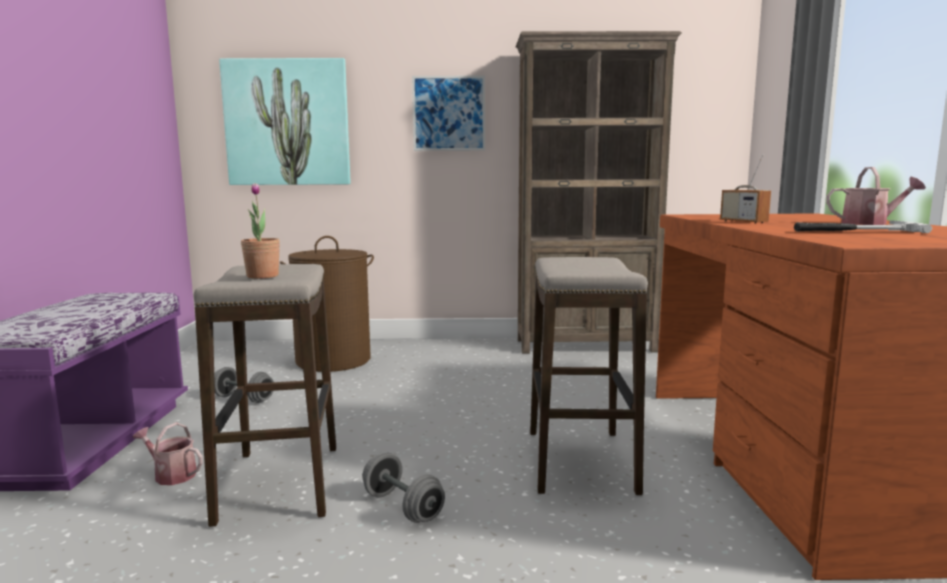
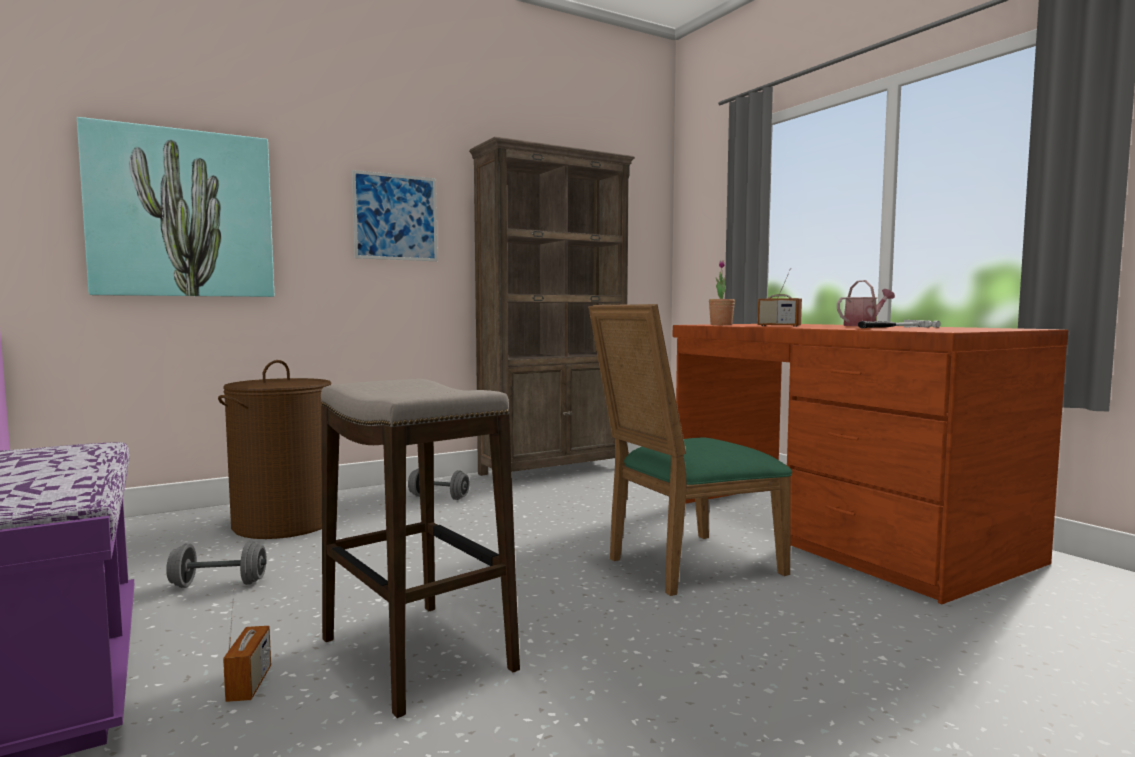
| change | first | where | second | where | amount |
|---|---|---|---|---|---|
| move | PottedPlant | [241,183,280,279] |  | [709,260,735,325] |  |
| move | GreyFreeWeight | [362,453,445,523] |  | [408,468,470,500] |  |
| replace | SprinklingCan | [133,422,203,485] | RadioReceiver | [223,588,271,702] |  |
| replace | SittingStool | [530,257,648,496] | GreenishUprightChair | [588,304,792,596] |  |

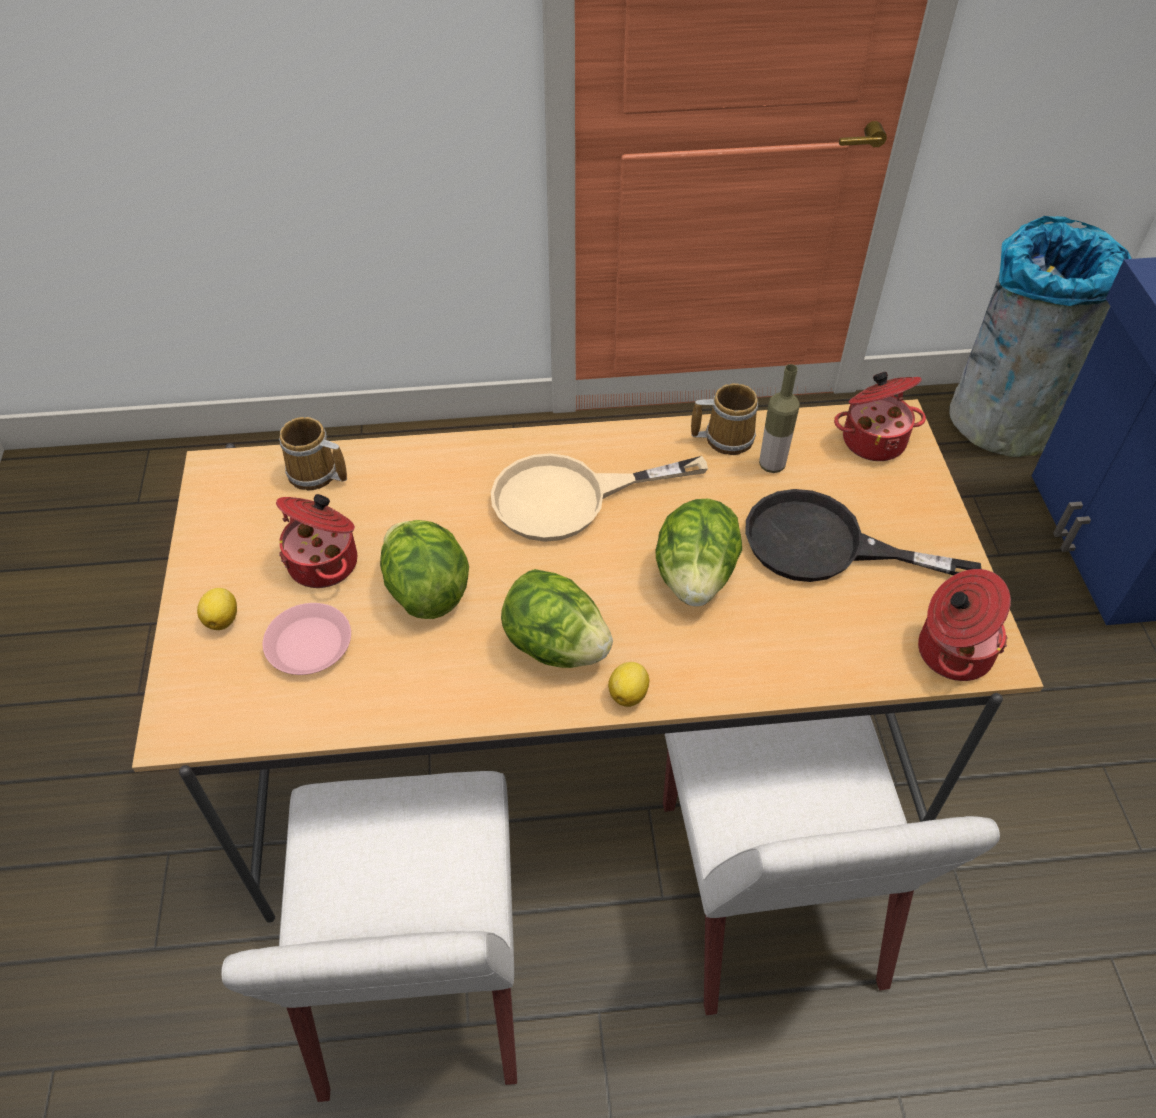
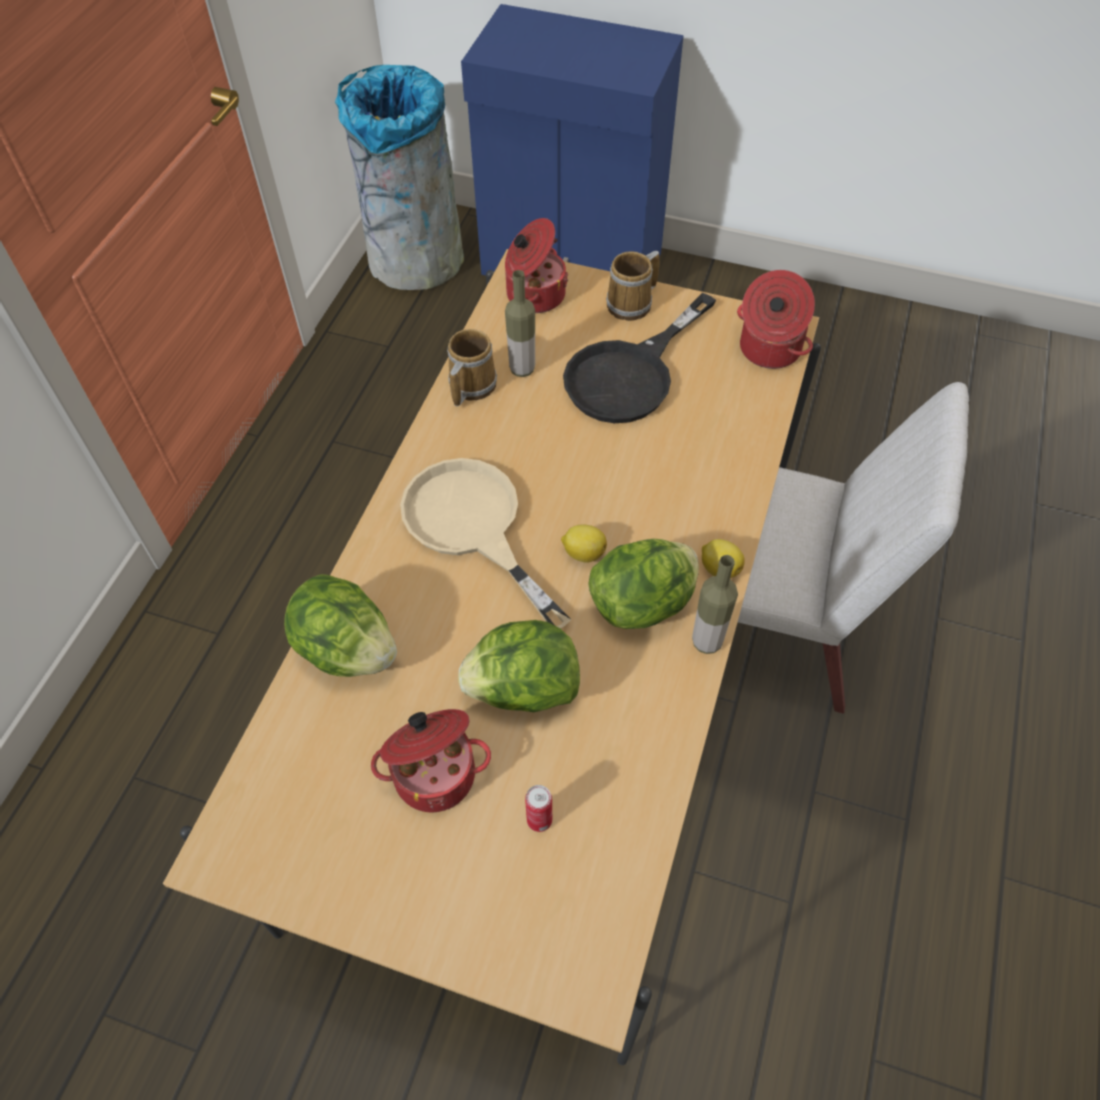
| change | first | where | second | where | amount |
|---|---|---|---|---|---|
| delete | WhiteColouredUprightChair | [221,771,517,1102] |  |  |  |
| insert |  |  | DrinkBottle | [692,555,738,654] |  |
| move | CitrusFruit | [197,588,237,630] |  | [561,525,607,563] |  |
| move | TeaMug | [279,417,347,491] |  | [606,251,660,321] |  |
| move | LettuceHead | [655,499,742,607] |  | [284,574,397,677] |  |
| replace | PinkPlate | [263,603,351,675] | Can | [525,785,552,832] |  |
| rotate | BeigeSkillet | [491,453,708,542] |  | [400,458,572,628] | 135 degrees clockwise |

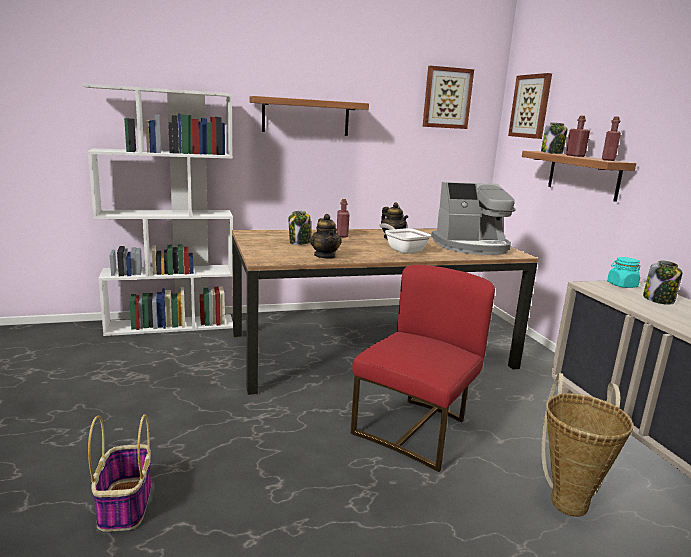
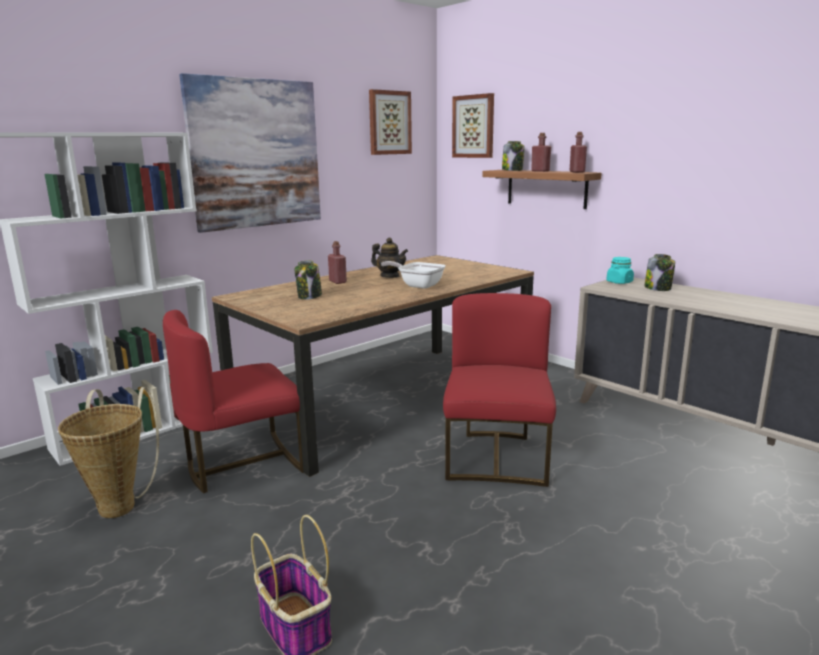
| change | first | where | second | where | amount |
|---|---|---|---|---|---|
| delete | Teapot | [310,214,342,259] |  |  |  |
| delete | CoffeeMaker | [431,182,516,255] |  |  |  |
| insert |  |  | ReddishUprightChair | [163,310,303,493] |  |
| move | HouseholdBasket | [542,373,634,517] |  | [58,387,159,518] |  |
| replace | Shelf | [250,96,369,136] | WallPicture | [179,73,321,233] |  |

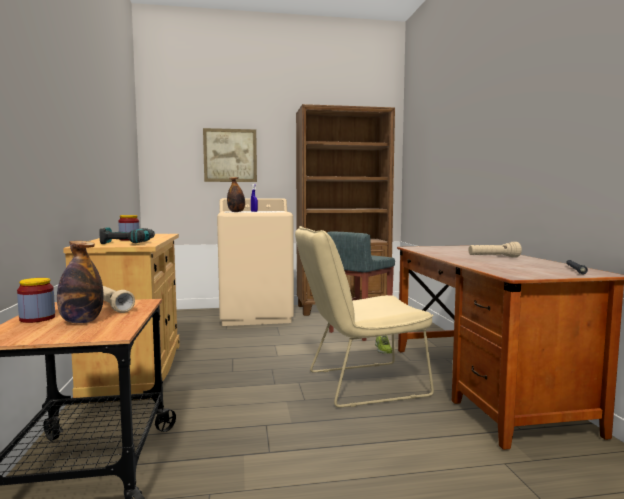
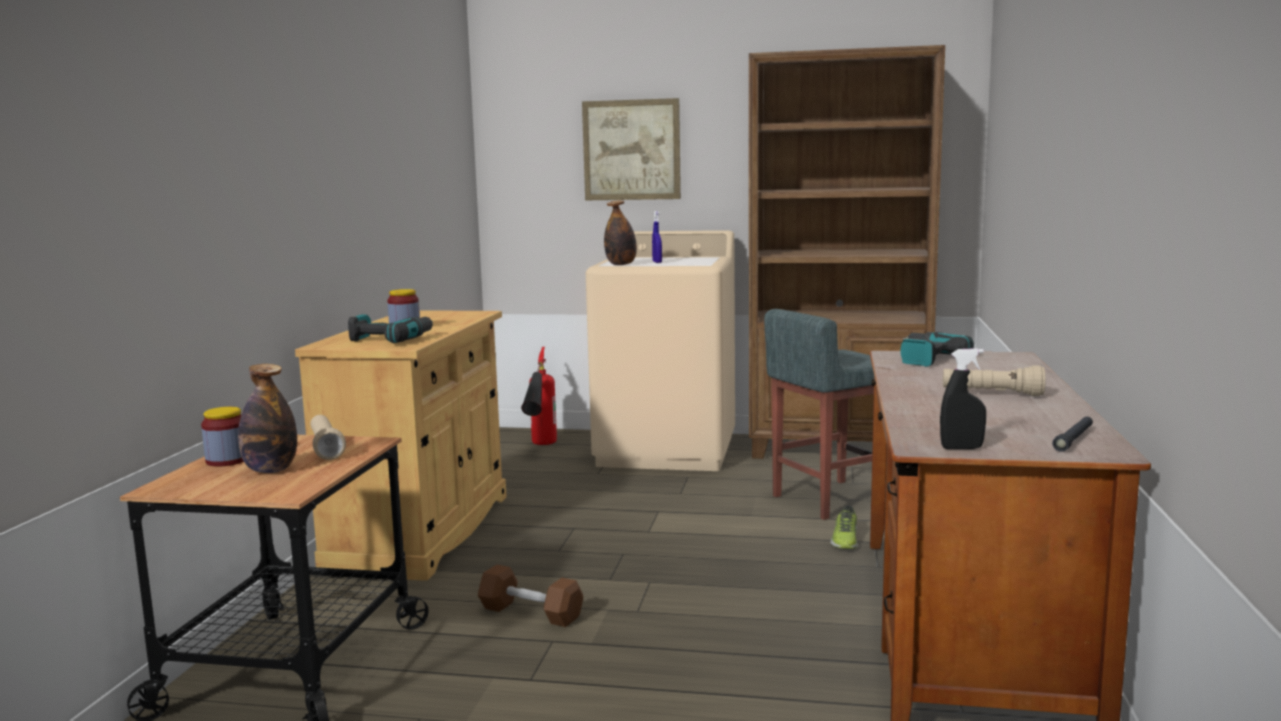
| change | first | where | second | where | amount |
|---|---|---|---|---|---|
| delete | BeigeUprightChair | [295,226,434,408] |  |  |  |
| insert |  |  | BrownishFreeWeight | [478,564,583,627] |  |
| insert |  |  | FireExtinguisher | [521,347,557,445] |  |
| insert |  |  | Drill | [900,332,974,367] |  |
| insert |  |  | BlackishHandSprayer | [940,348,986,449] |  |

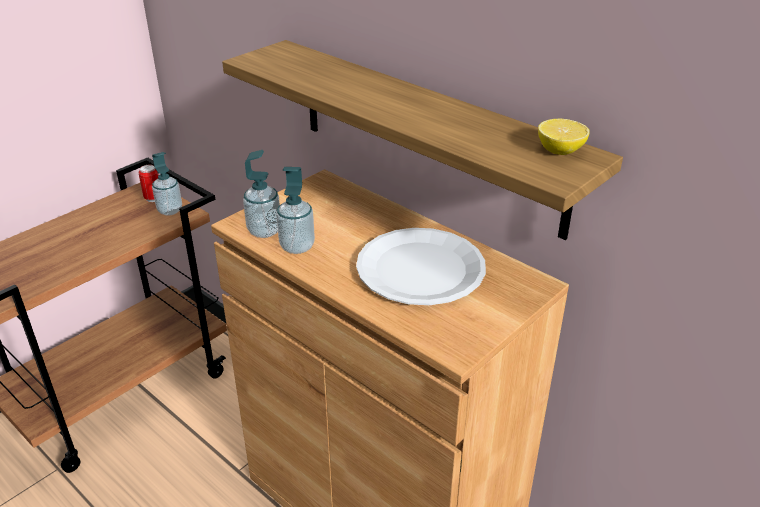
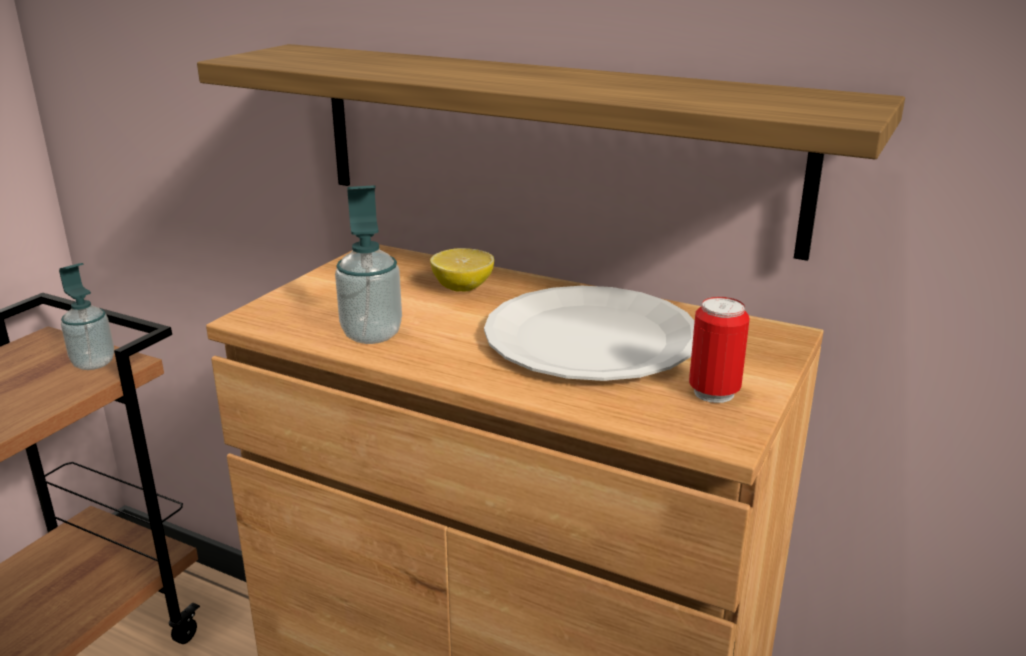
| change | first | where | second | where | amount |
|---|---|---|---|---|---|
| delete | SoapBottle | [243,150,280,238] |  |  |  |
| move | Can | [138,165,158,202] |  | [689,297,750,403] |  |
| move | CitrusFruit | [538,118,590,155] |  | [430,248,494,291] |  |

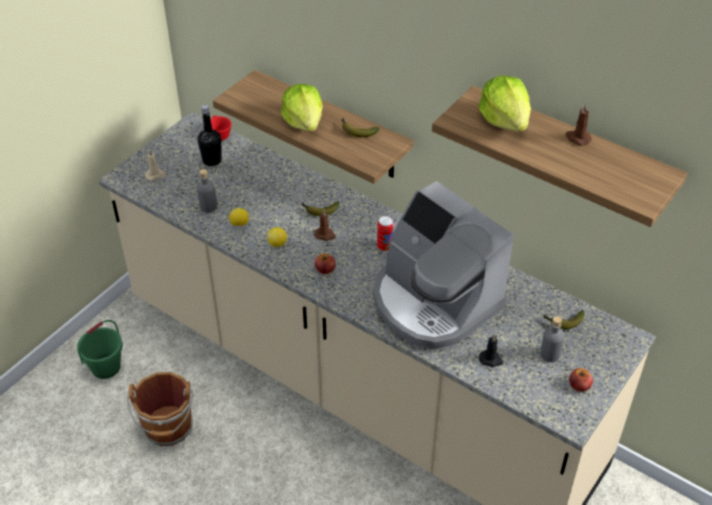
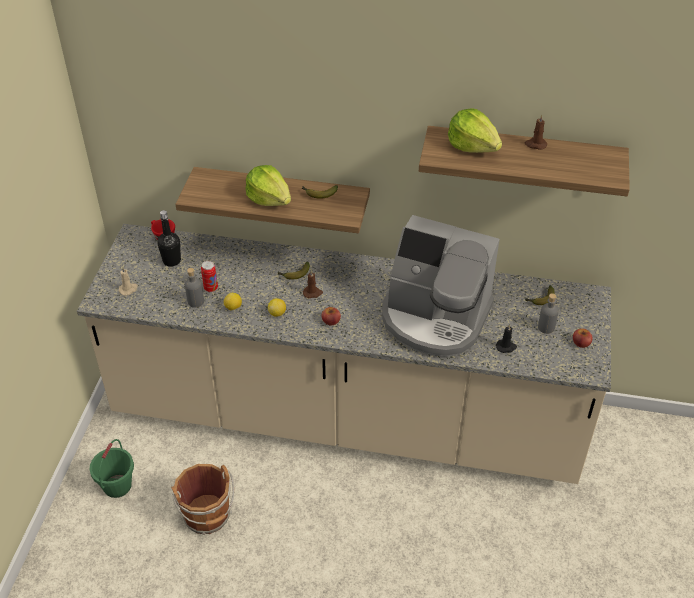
| change | first | where | second | where | amount |
|---|---|---|---|---|---|
| move | Can | [377,216,394,251] |  | [201,261,218,292] |  |

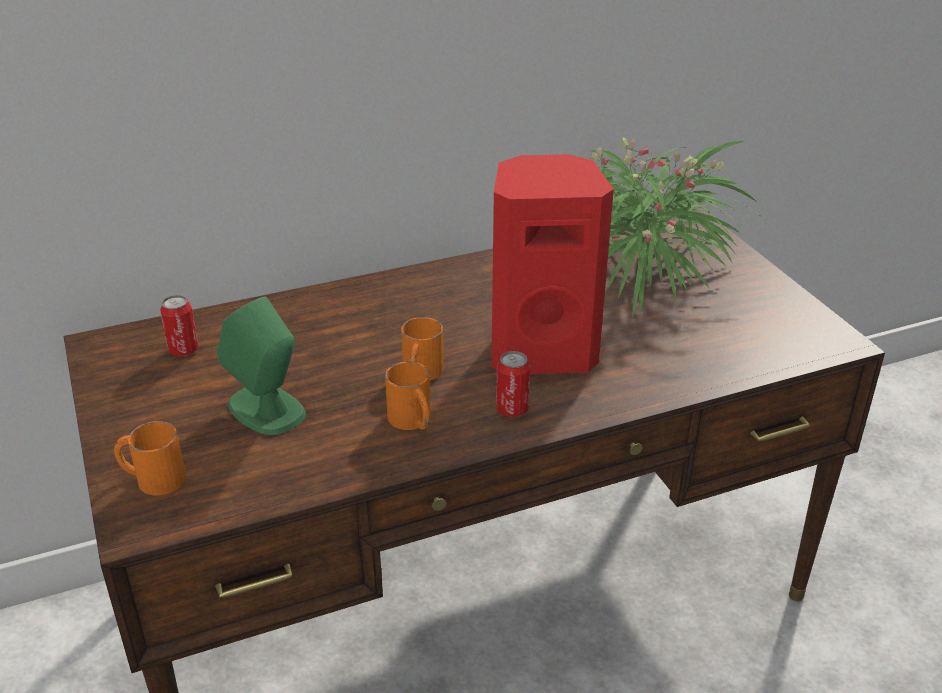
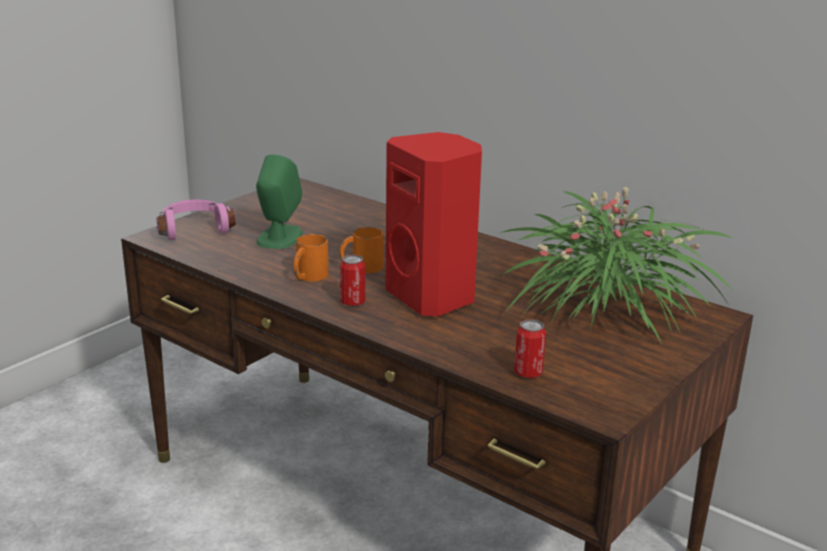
| change | first | where | second | where | amount |
|---|---|---|---|---|---|
| move | Can | [160,295,199,356] |  | [514,319,546,378] |  |
| replace | OrangeTeaMug | [114,421,186,495] | PinkPairOfHeadphones | [156,200,236,240] |  |

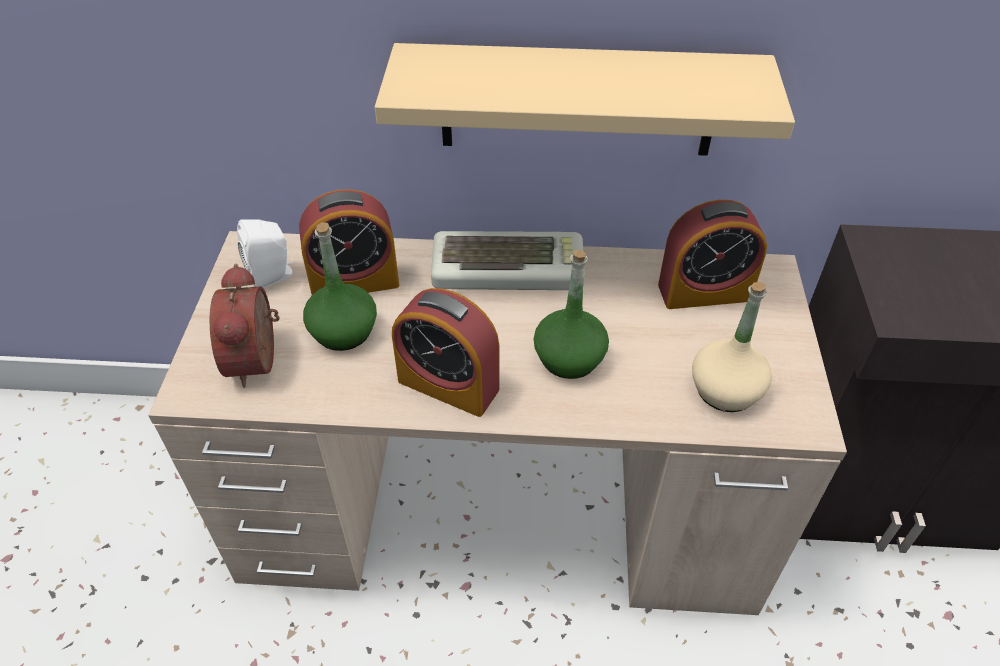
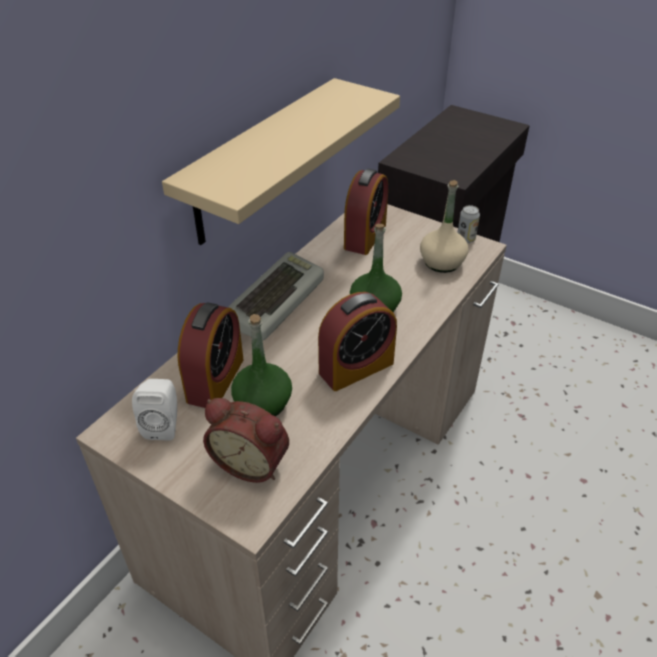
| change | first | where | second | where | amount |
|---|---|---|---|---|---|
| insert |  |  | Can | [457,205,480,243] |  |

